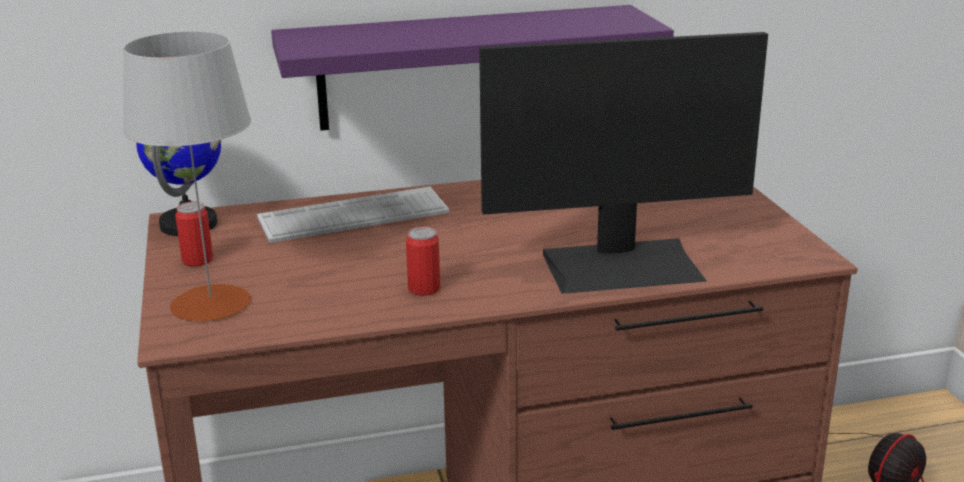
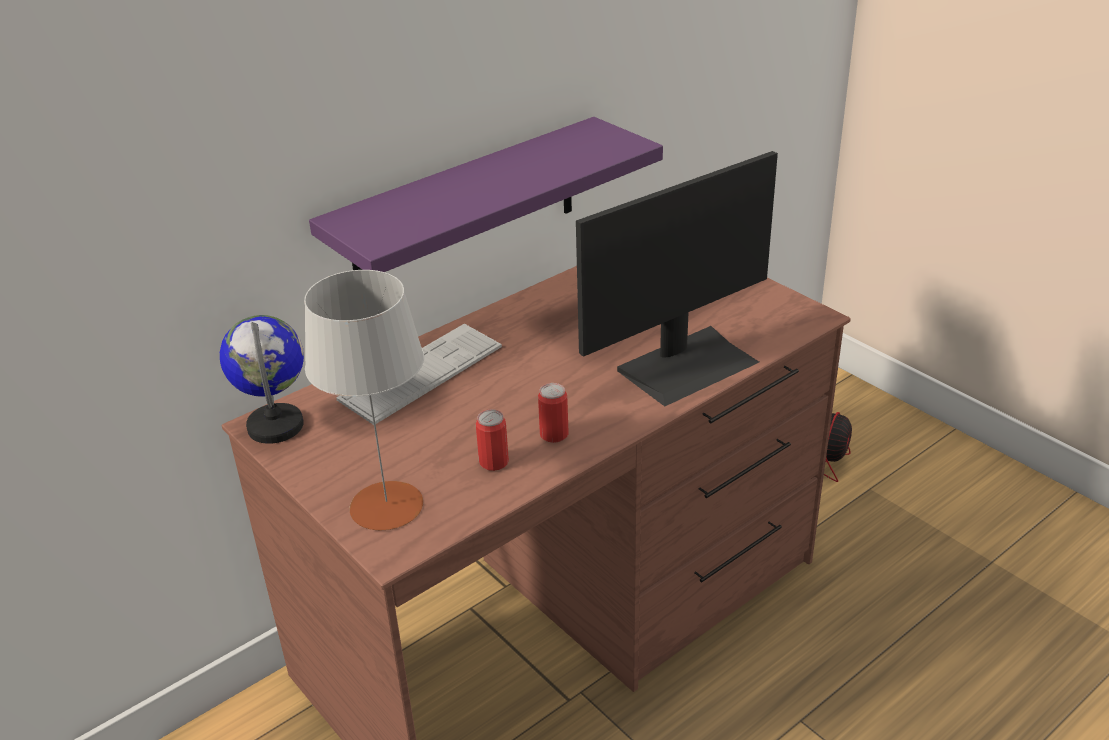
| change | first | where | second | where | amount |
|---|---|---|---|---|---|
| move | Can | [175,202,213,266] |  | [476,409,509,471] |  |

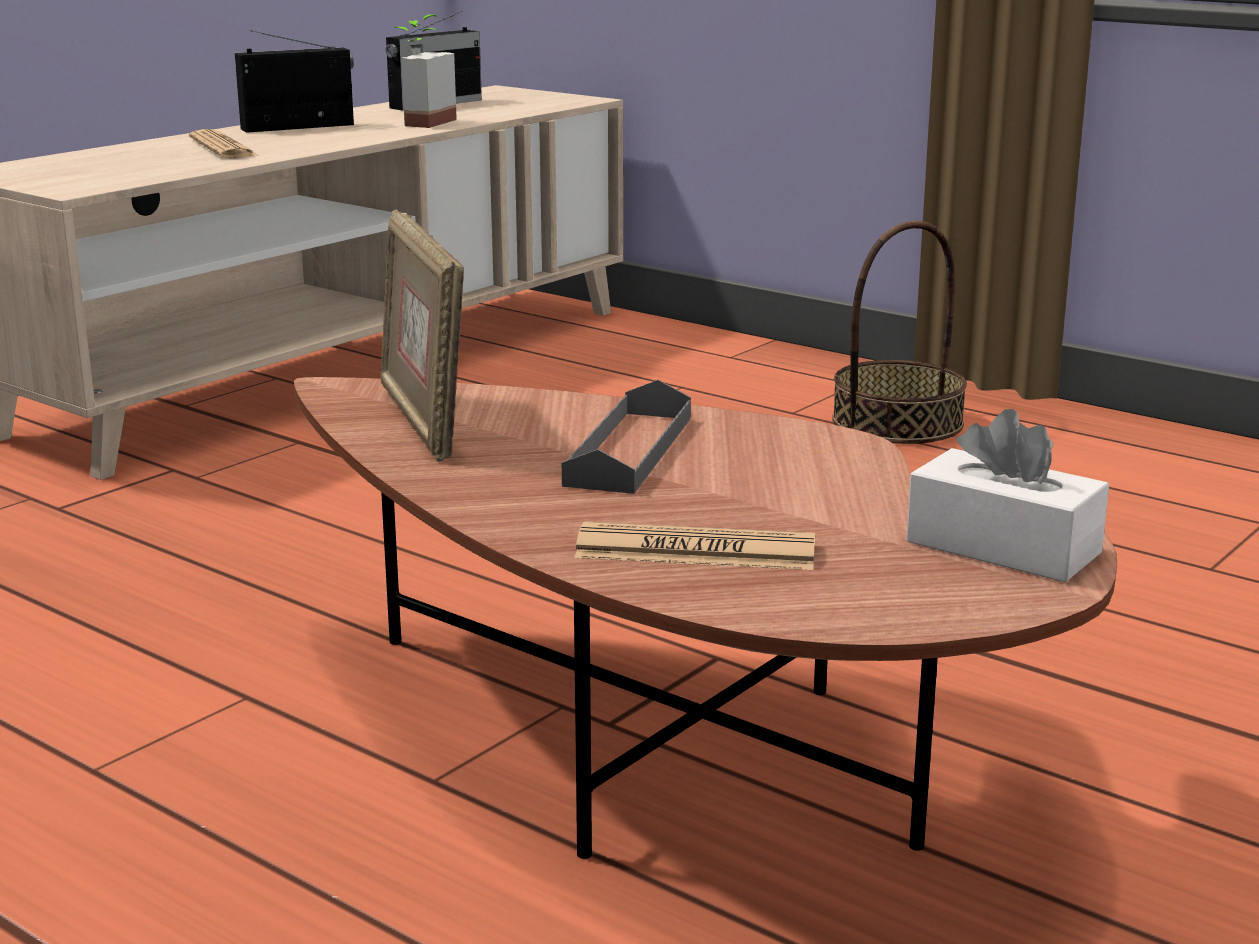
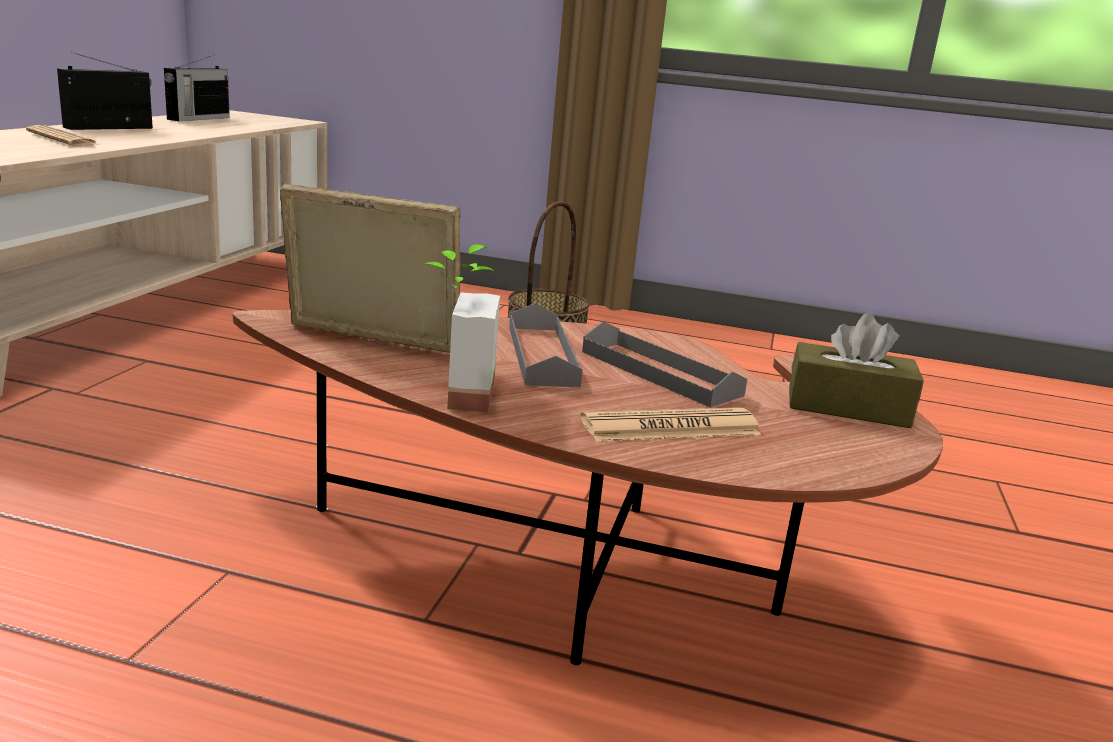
| change | first | where | second | where | amount |
|---|---|---|---|---|---|
| insert |  |  | GreyServingTray | [582,321,747,408] |  |
| move | PottedPlant | [395,14,457,128] |  | [425,245,500,413] |  |
| recolor | WhiteColouredTissueHolder | [906,409,1109,582] | BrownishTissueHolder | [789,313,924,428] |  |
| rotate | StandingFrame | [380,209,464,462] |  | [280,182,461,353] | 150 degrees clockwise |

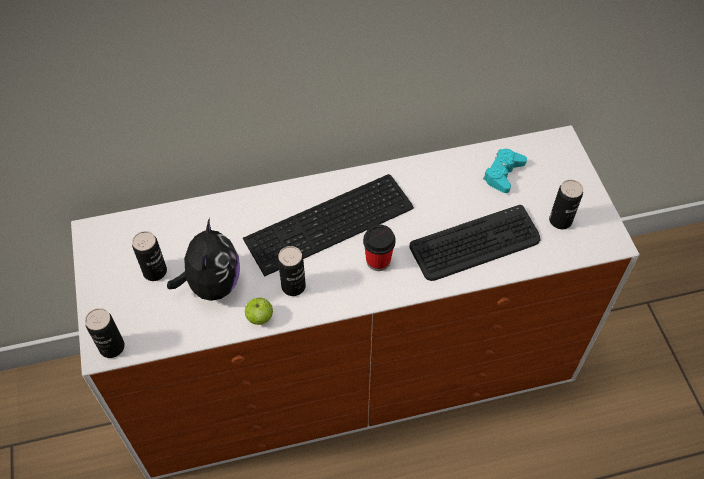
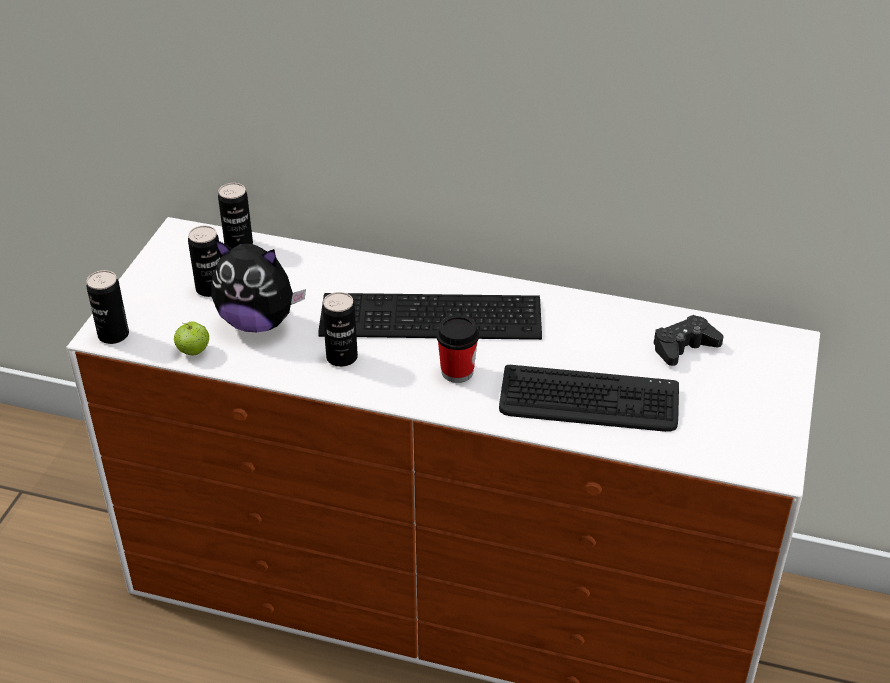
| change | first | where | second | where | amount |
|---|---|---|---|---|---|
| move | AppleFruit | [245,298,273,325] |  | [174,321,209,355] |  |
| move | Can | [549,180,583,229] |  | [218,183,253,249] |  |
| recolor | BlueGreenGameController | [483,149,527,193] | BlackishGameController | [653,315,724,366] |  |
| rotate | PlushToy | [167,218,240,301] |  | [211,239,306,332] | 75 degrees clockwise |

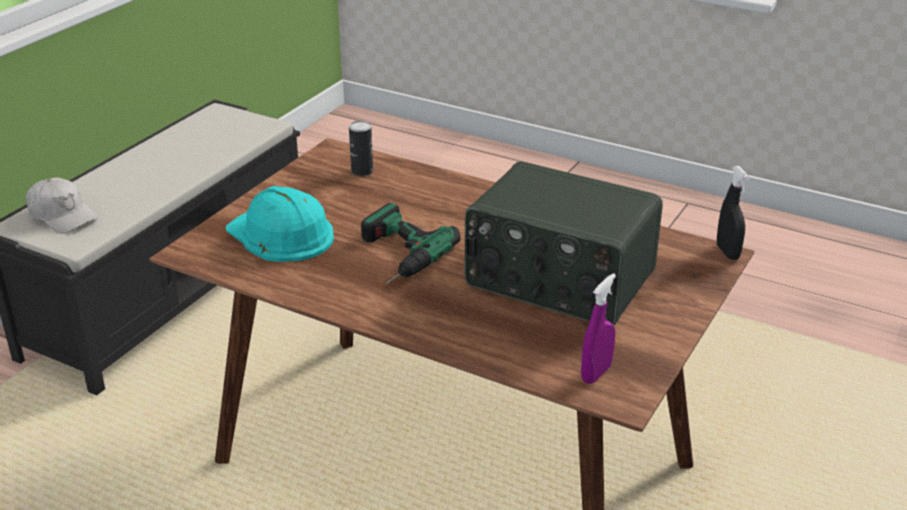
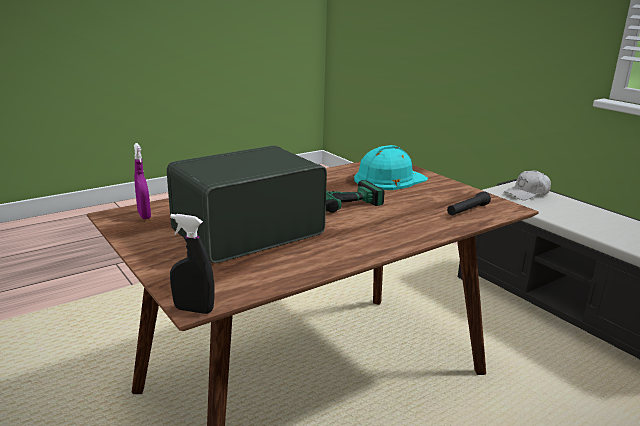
| change | first | where | second | where | amount |
|---|---|---|---|---|---|
| replace | Can | [349,121,373,176] | BlackishTorch | [447,191,491,215] |  |

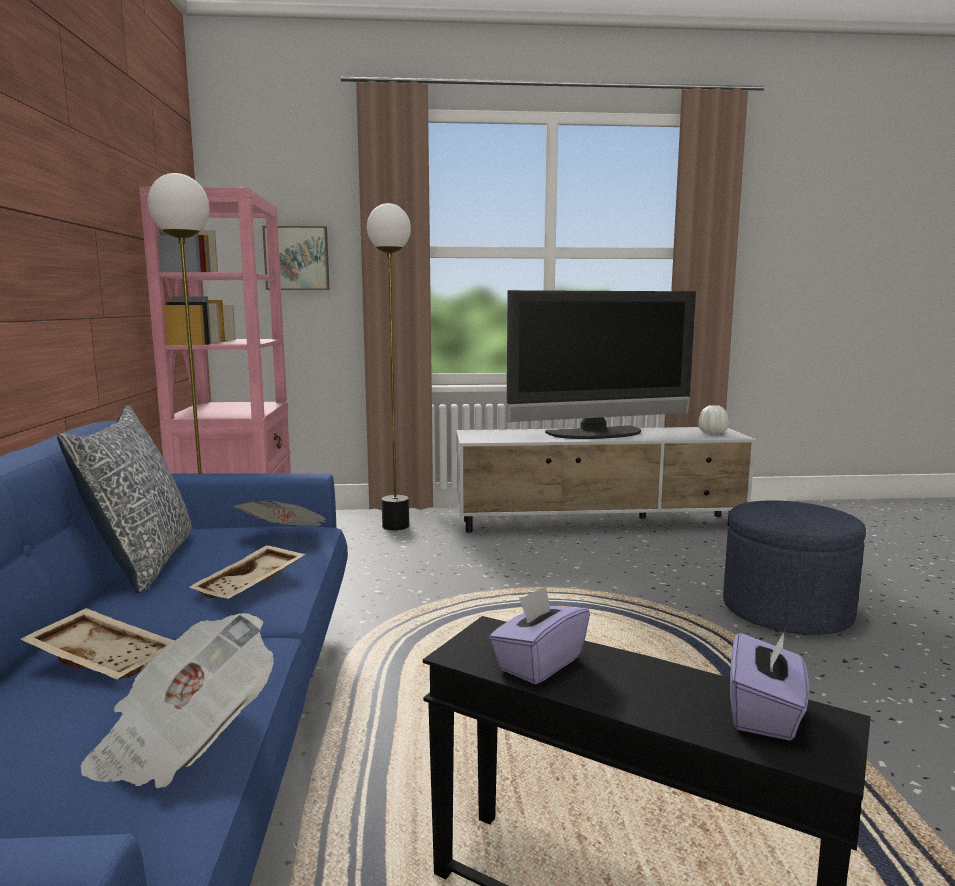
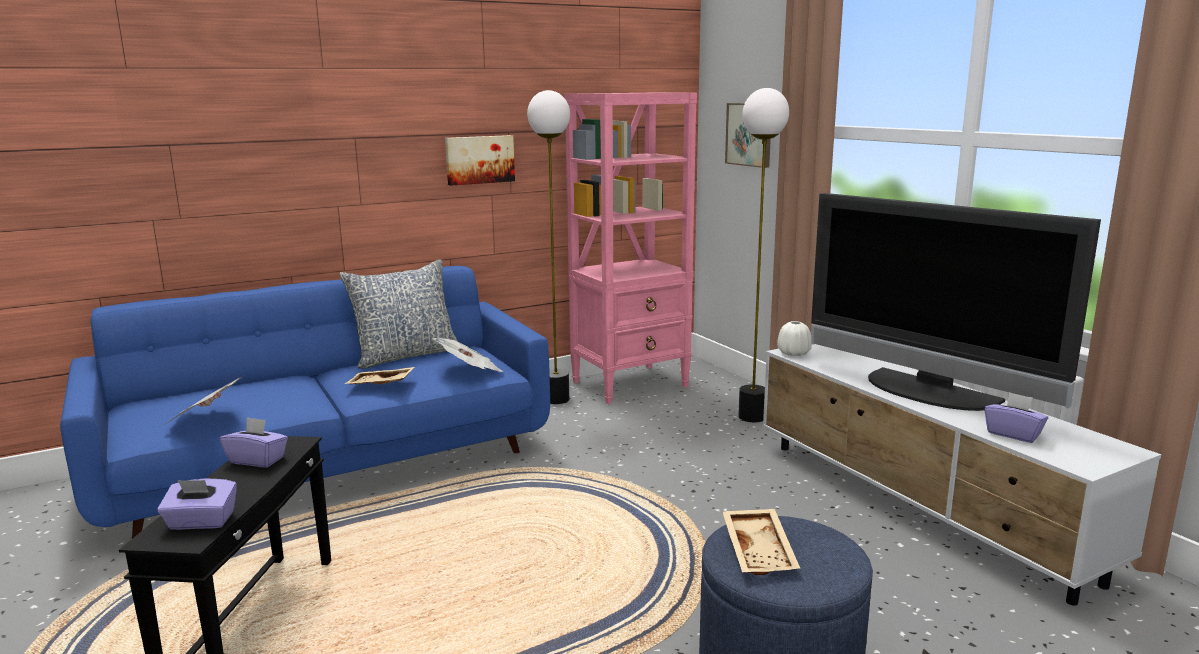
| change | first | where | second | where | amount |
|---|---|---|---|---|---|
| insert |  |  | WallPicture | [445,135,515,186] |  |
| insert |  |  | PurpleTissueHolder | [984,392,1048,443] |  |
| move | BeigeServingTray | [20,608,175,680] |  | [722,509,800,575] |  |
| move | WhiteColouredDecorativeVase | [698,405,728,434] |  | [777,321,812,356] |  |

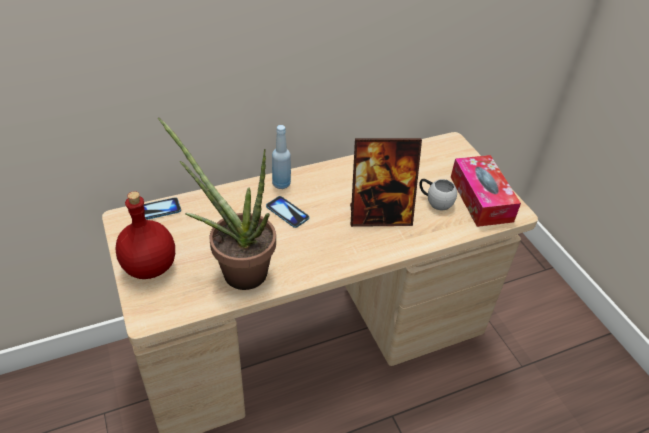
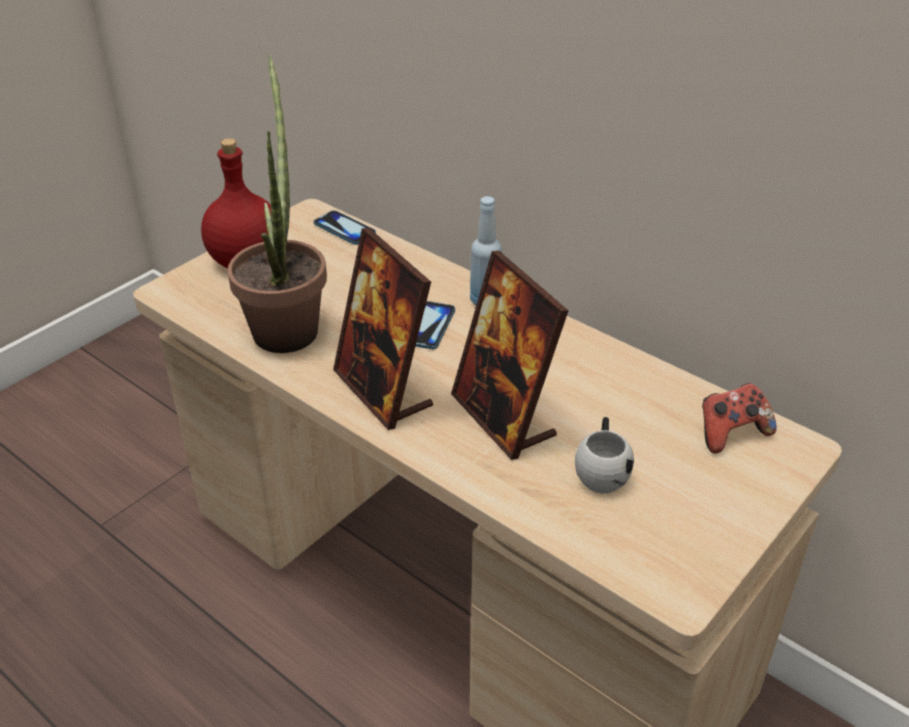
| change | first | where | second | where | amount |
|---|---|---|---|---|---|
| delete | TissueHolder | [451,155,521,227] |  |  |  |
| insert |  |  | StandingFrame | [333,228,433,430] |  |
| insert |  |  | GameController | [702,383,777,454] |  |

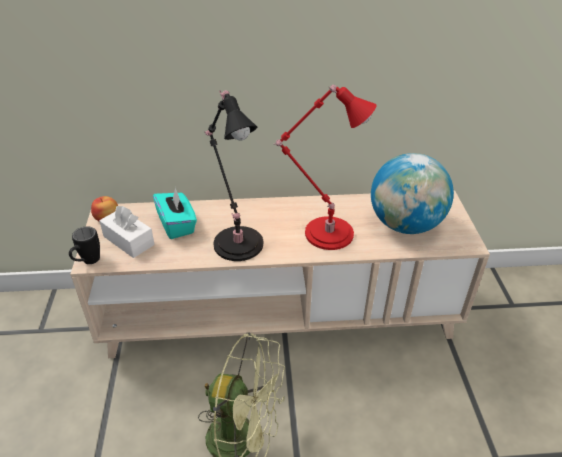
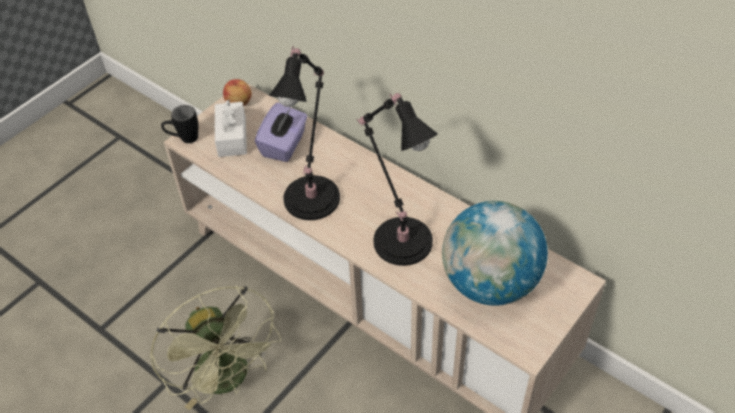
| change | first | where | second | where | amount |
|---|---|---|---|---|---|
| recolor | BlueGreenTissueHolder | [153,187,197,239] | PurpleTissueHolder | [255,103,307,162] |  |
| recolor | ReddishTableLamp | [273,85,377,250] | BlackishTableLamp | [356,93,438,266] |  |

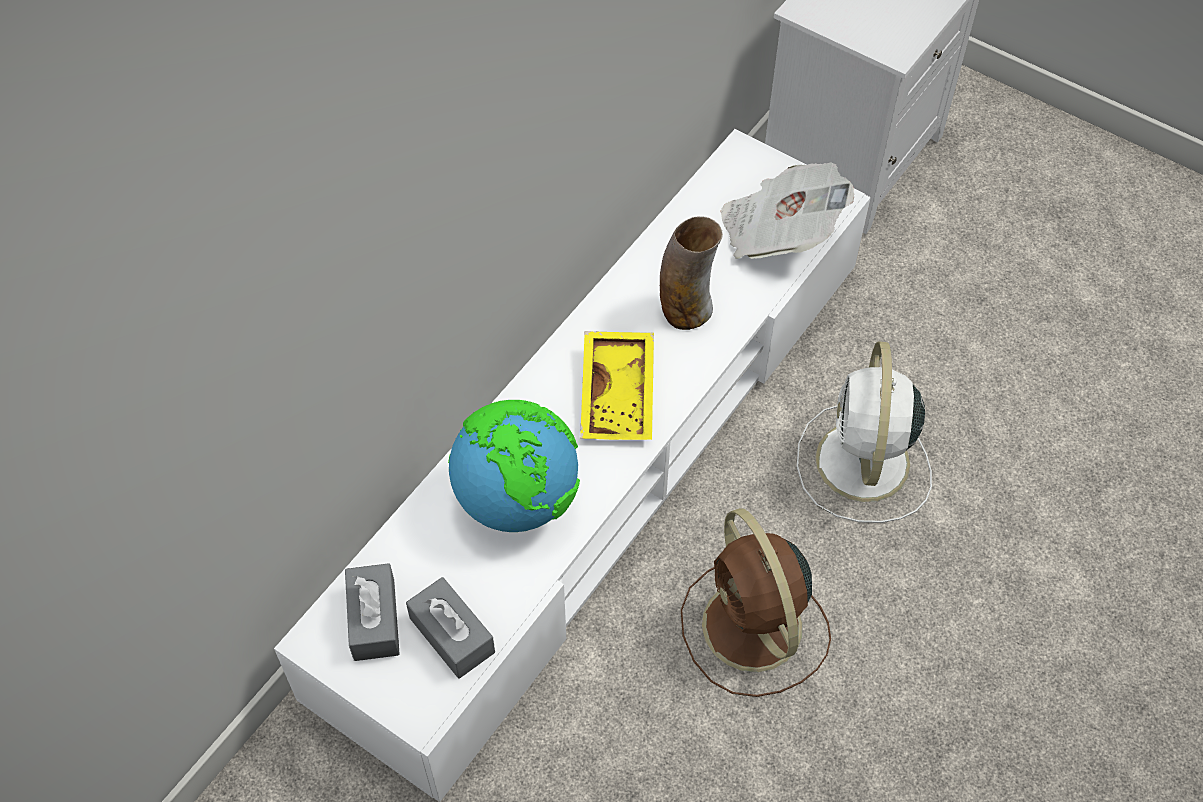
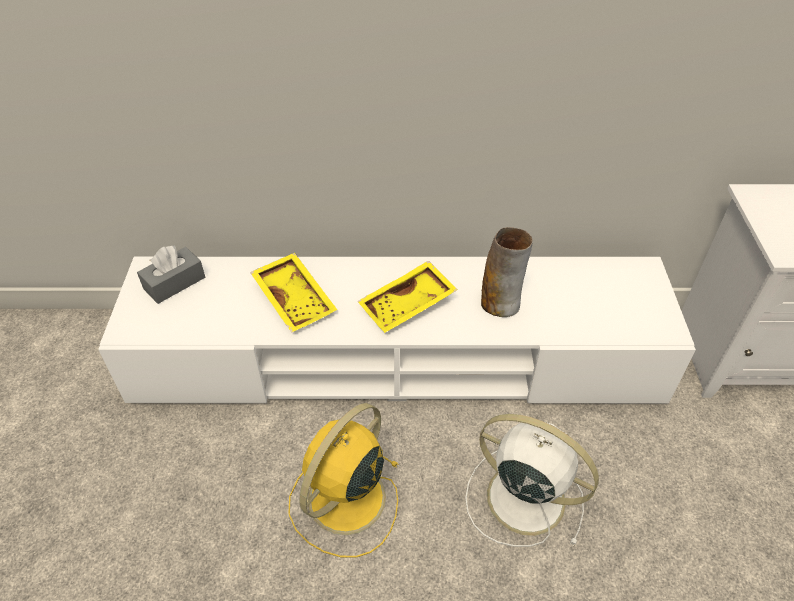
| change | first | where | second | where | amount |
|---|---|---|---|---|---|
| delete | GreyTissueHolder | [406,577,495,679] |  |  |  |
| delete | DailyPaper | [720,163,854,259] |  |  |  |
| replace | Globe | [448,400,580,532] | YellowServingTray | [250,253,337,333] |  |
| recolor | BrownishCoolingFan | [681,508,831,697] | YellowCoolingFan | [288,403,399,557] |  |
| rotate | WhiteColouredCoolingFan | [797,341,932,523] |  | [465,414,599,547] | 60 degrees clockwise |

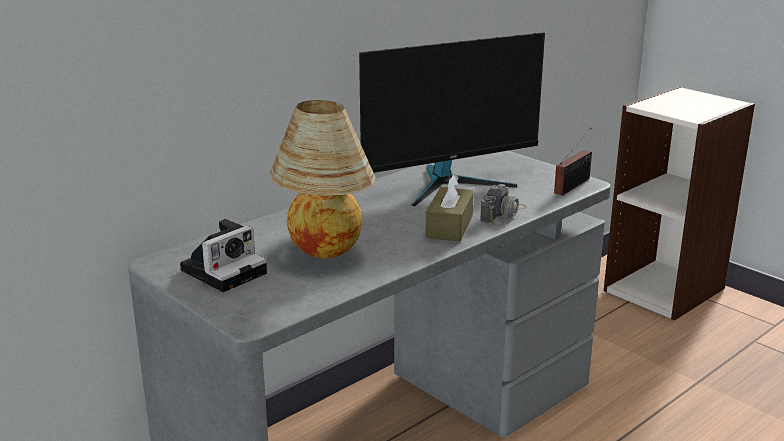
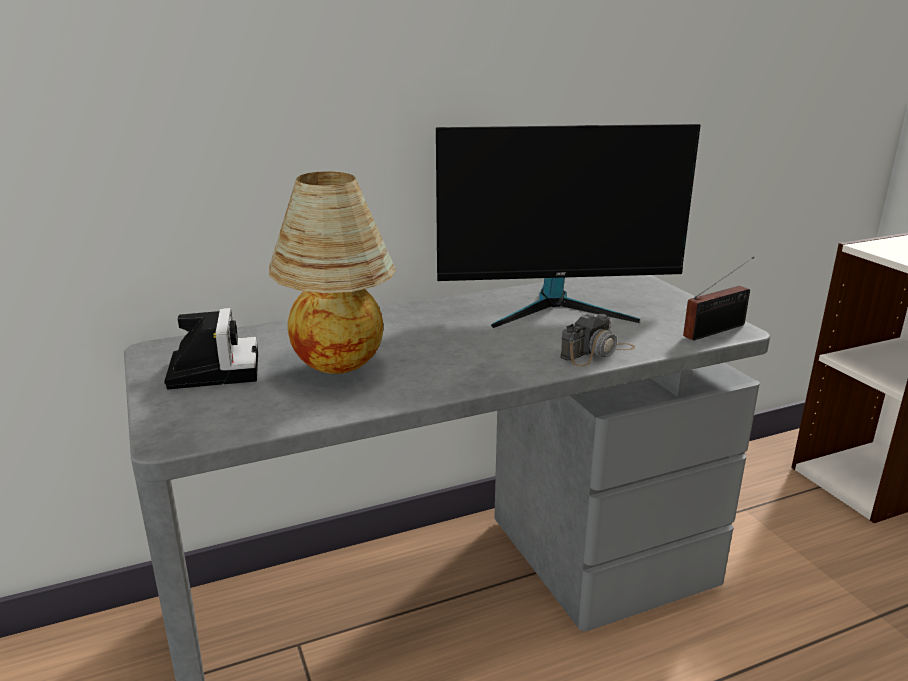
| change | first | where | second | where | amount |
|---|---|---|---|---|---|
| delete | BrownishTissueHolder | [425,174,474,242] |  |  |  |
| rotate | PhotoCamera | [180,219,267,292] |  | [164,308,258,389] | 75 degrees counterclockwise |

